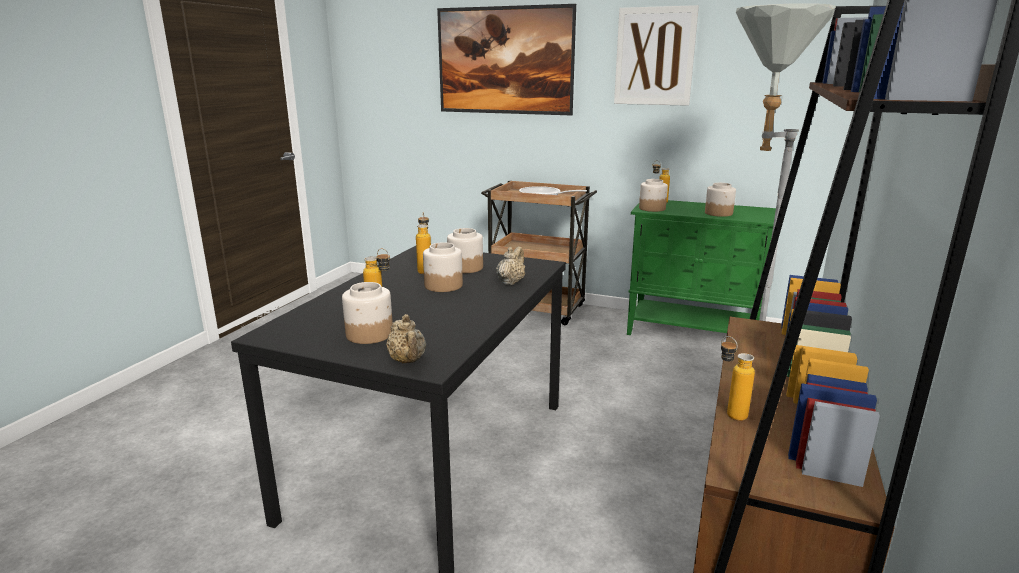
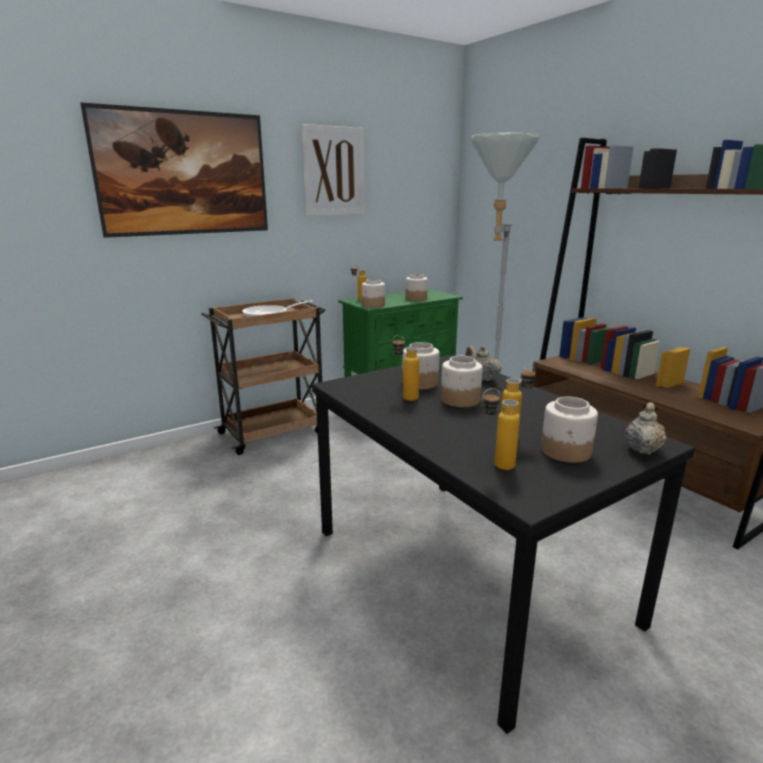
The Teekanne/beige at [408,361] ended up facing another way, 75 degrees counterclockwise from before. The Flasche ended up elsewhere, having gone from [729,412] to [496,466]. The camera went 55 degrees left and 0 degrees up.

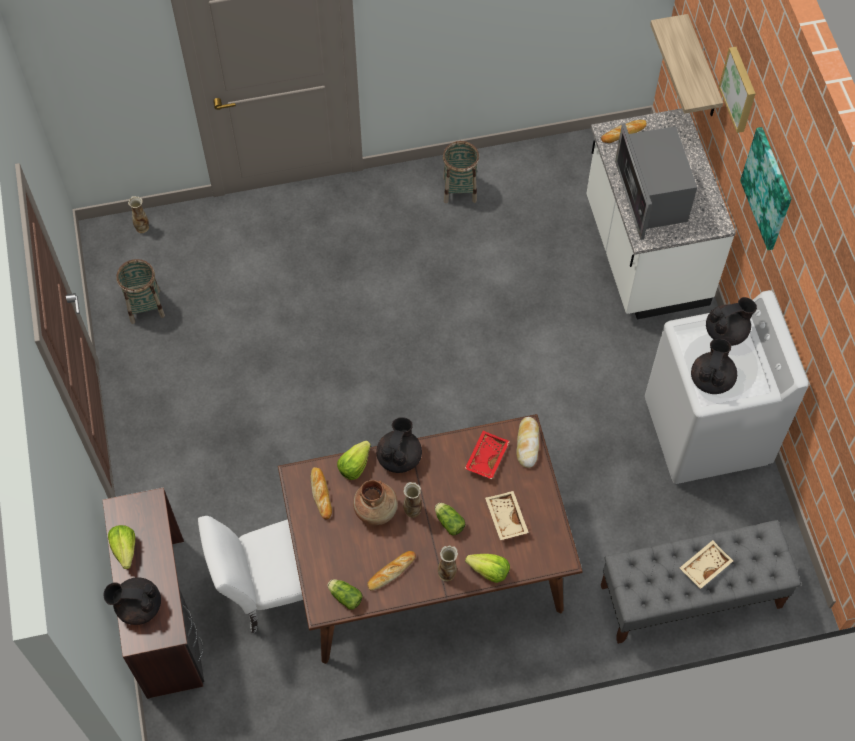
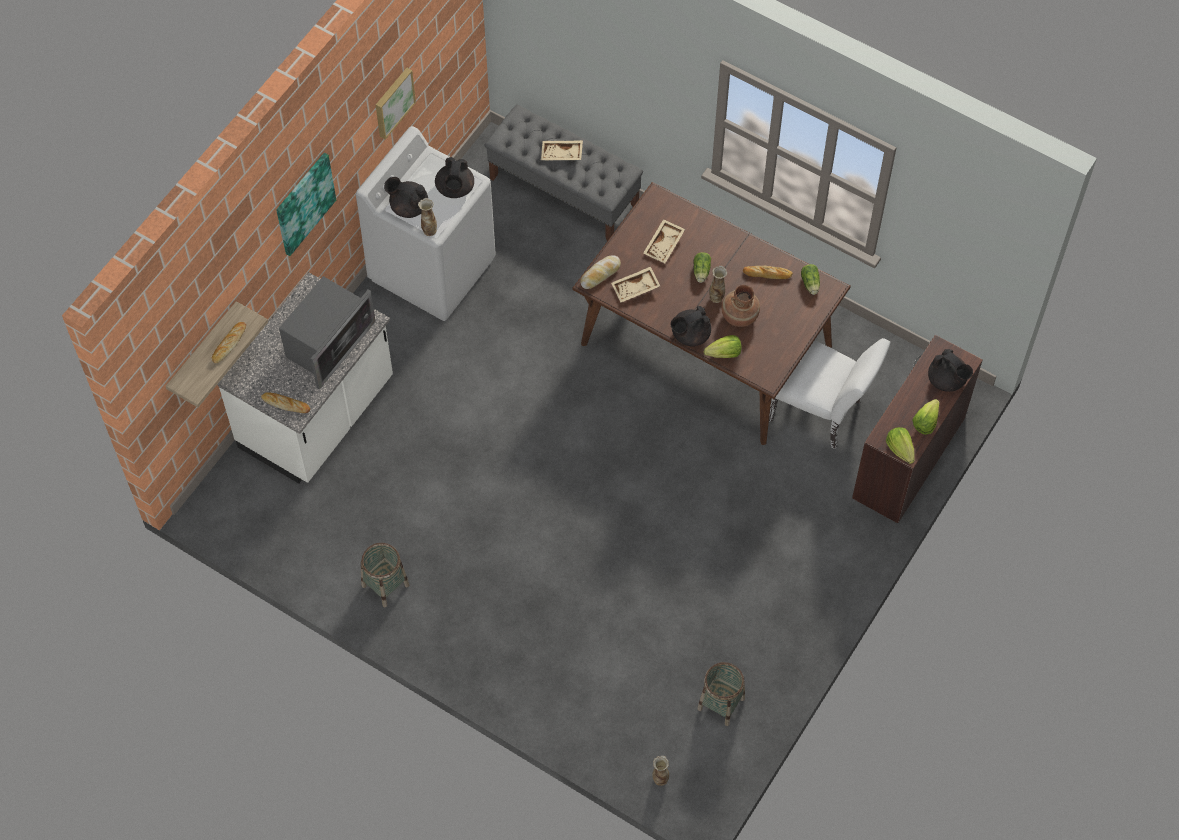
The Brot ended up elsewhere, having gone from [321,494] to [229,344]. The Vase ended up elsewhere, having gone from [447,573] to [429,230]. What was the Tablett/rot at [486,457] turned into the Tablett/beige at [636,288]. The Salatkopf ended up elsewhere, having gone from [489,571] to [900,449]. The Teekanne/schwarz at [711,379] ended up facing another way, 60 degrees counterclockwise from before. The Bild ended up elsewhere, having gone from [740,89] to [393,102]. The camera went 135 degrees left and 0 degrees up.

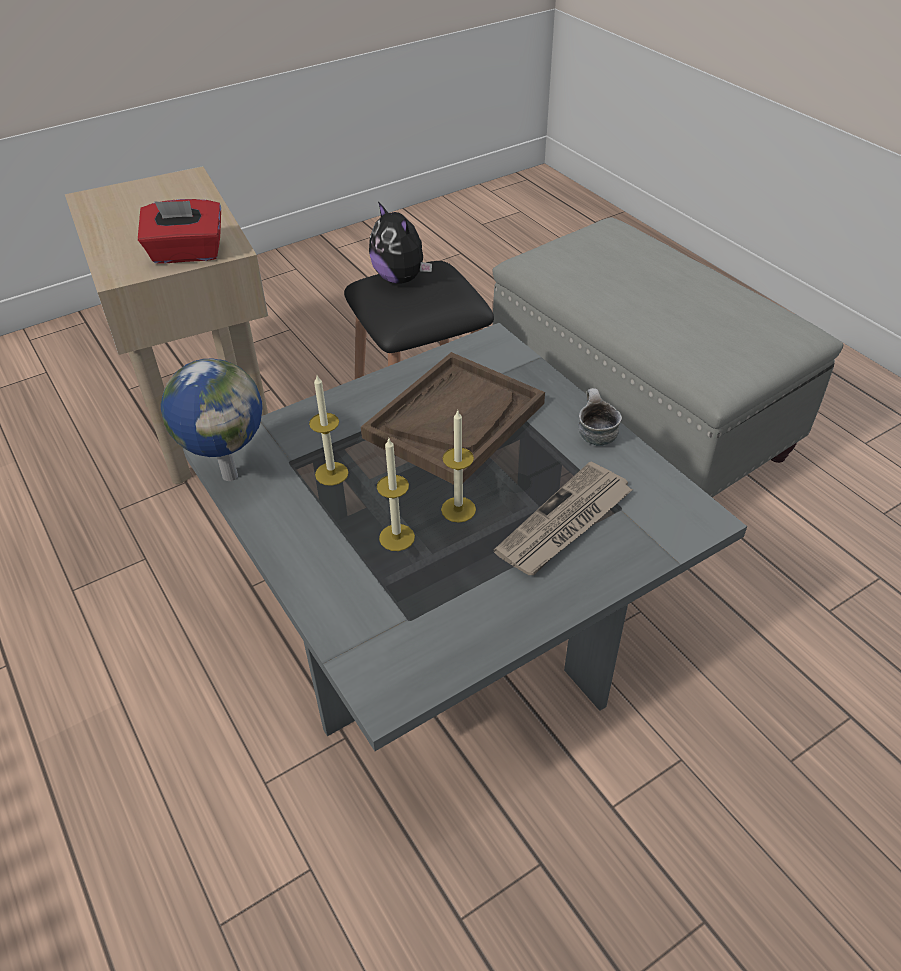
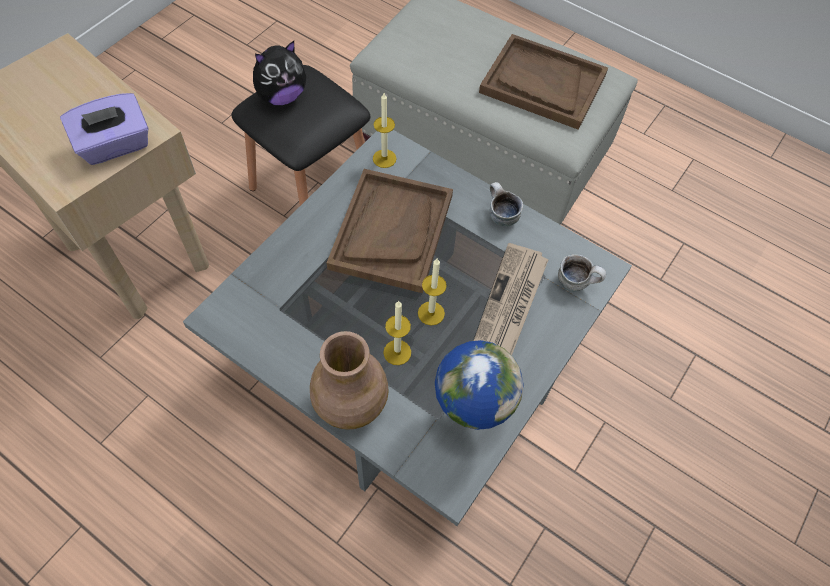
What was the Taschentuchbox/rot at [187,254] turned into the Taschentuchbox/lila at [115,146]. The Globus ended up elsewhere, having gone from [229,474] to [469,413]. The Kerze ended up elsewhere, having gone from [331,473] to [384,158]. The Plüschtier at [401,278] ended up facing another way, 60 degrees counterclockwise from before. The second view gained the Vase/braun at [349,404]. The second view gained the Tablett/braun at [542,84]. The second view gained the Henkelbecher at [577,282]. The camera went 25 degrees left and 15 degrees up.

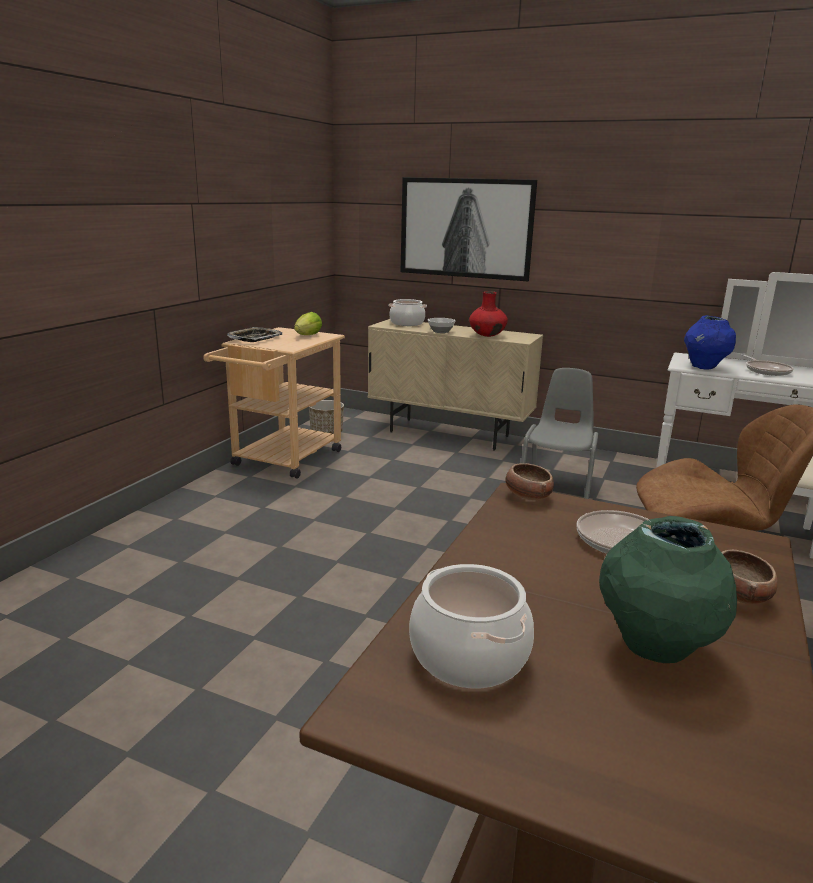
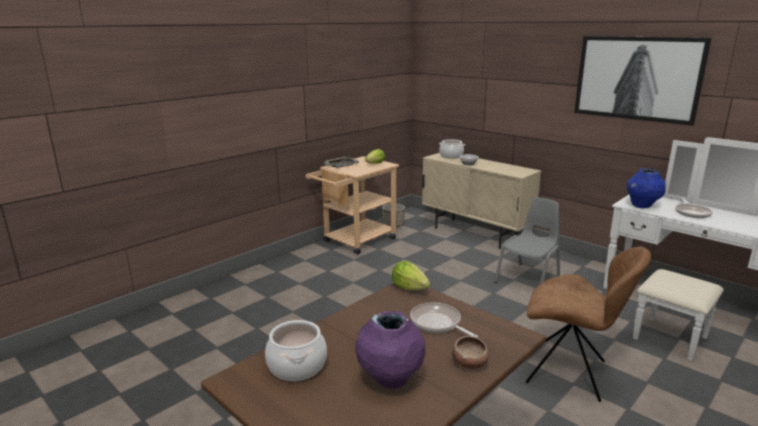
The Bild ended up elsewhere, having gone from [466,228] to [637,78]. The second view lost the Vase/rot at [487,336]. Where the Schüssel stood at [527,496], the Salatkopf came to stand at [409,288]. What was the Vase/grün at [655,649] turned into the Vase/lila at [391,380]. The camera went 20 degrees right and 0 degrees up.

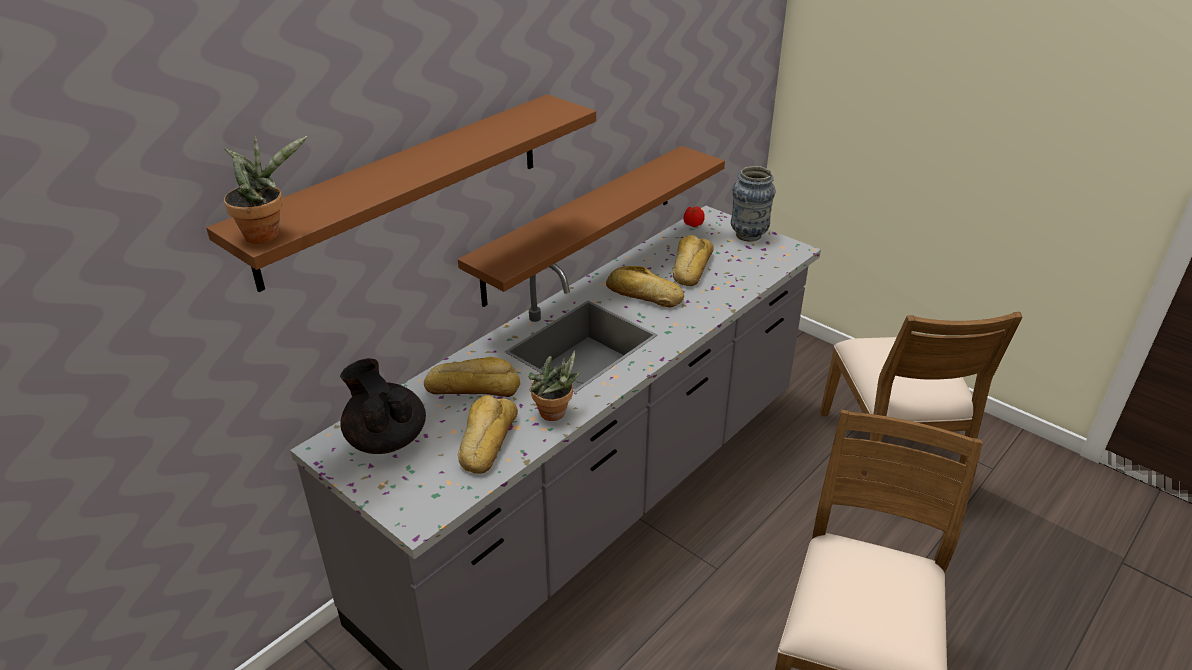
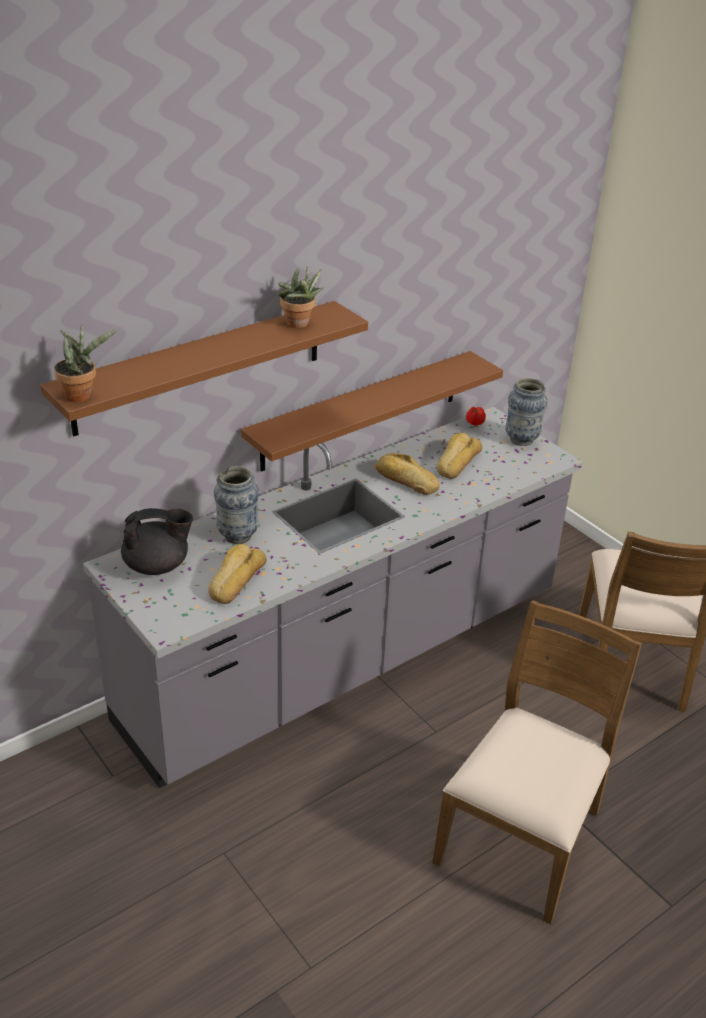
The Teekanne/schwarz at [386,438] ended up facing another way, 105 degrees clockwise from before. Where the Brot stood at [473,386], the Vase came to stand at [237,536]. The Topfpflanze ended up elsewhere, having gone from [555,415] to [299,325]. The camera went 10 degrees right and 0 degrees up.

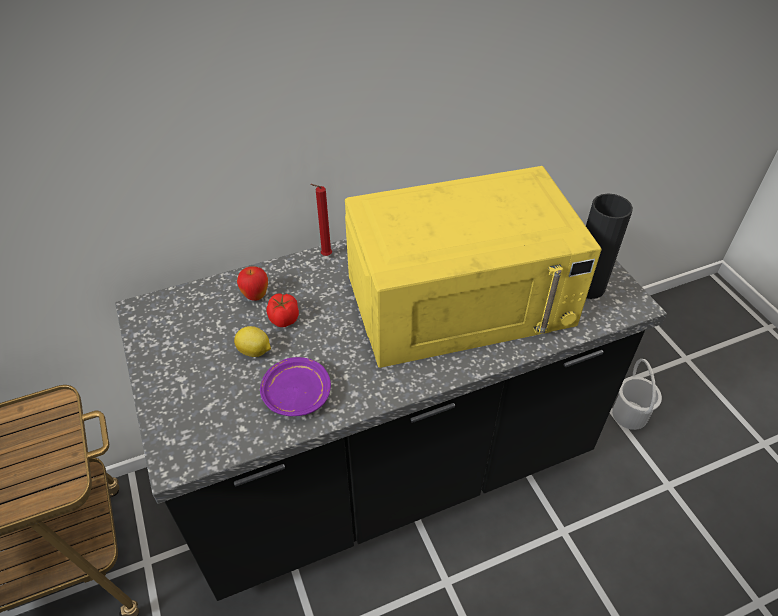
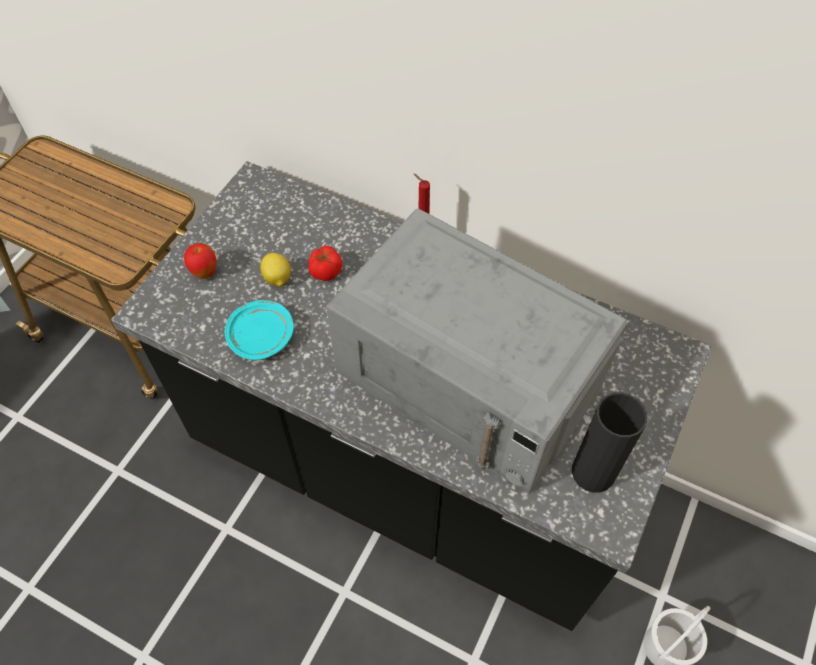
The Apfel ended up elsewhere, having gone from [255,296] to [205,273]. What was the Teller/lila at [296,393] turned into the Teller/türkis at [261,335]. What was the Mikrowelle/gelb at [461,299] turned into the Mikrowelle/grau at [470,378]. The camera went 50 degrees right and 10 degrees up.

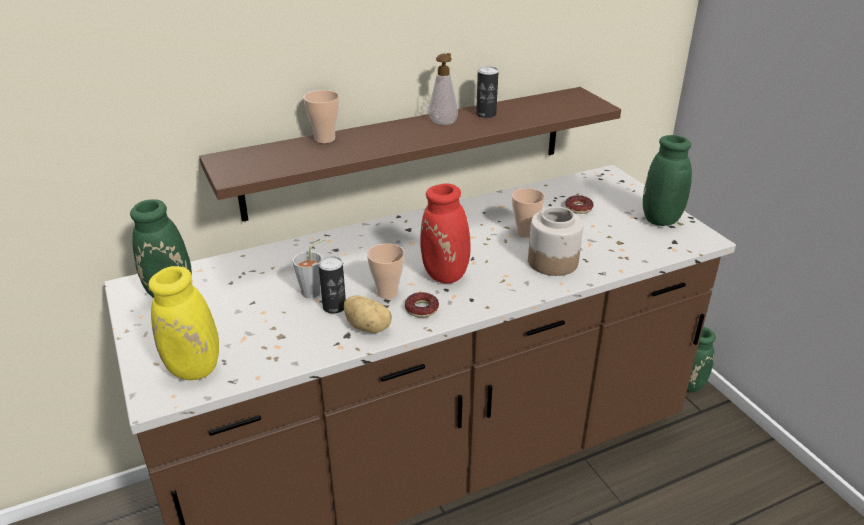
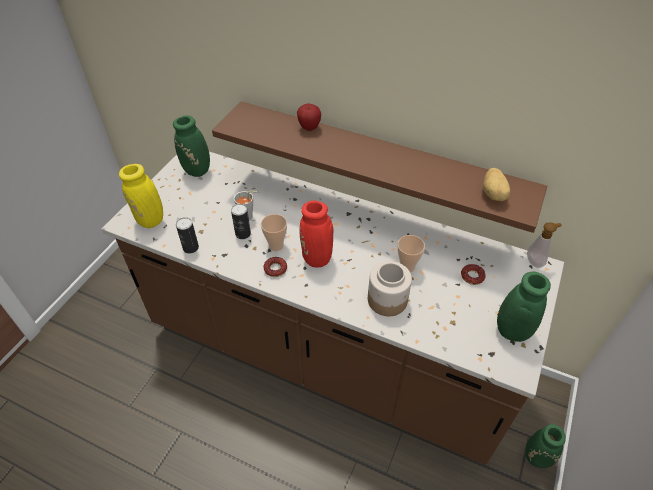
Where the Tasse stood at [325,139], the Apfel came to stand at [309,128]. The Kartoffel ended up elsewhere, having gone from [368,327] to [494,194]. The Seifenspender ended up elsewhere, having gone from [443,122] to [535,261]. The Dose ended up elsewhere, having gone from [486,114] to [190,247]. The camera went 50 degrees right and 15 degrees up.

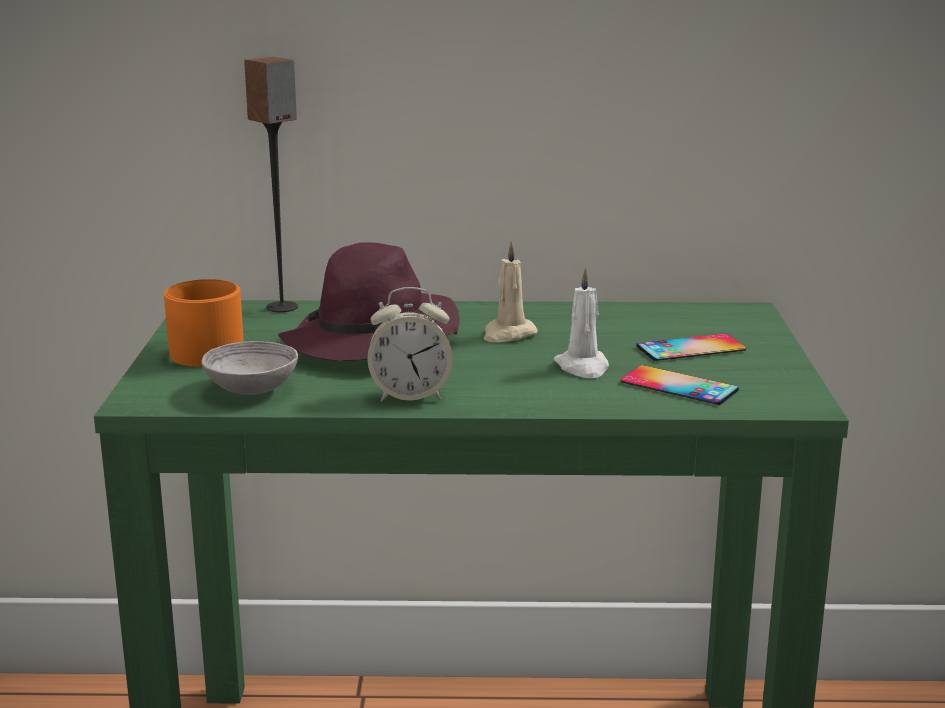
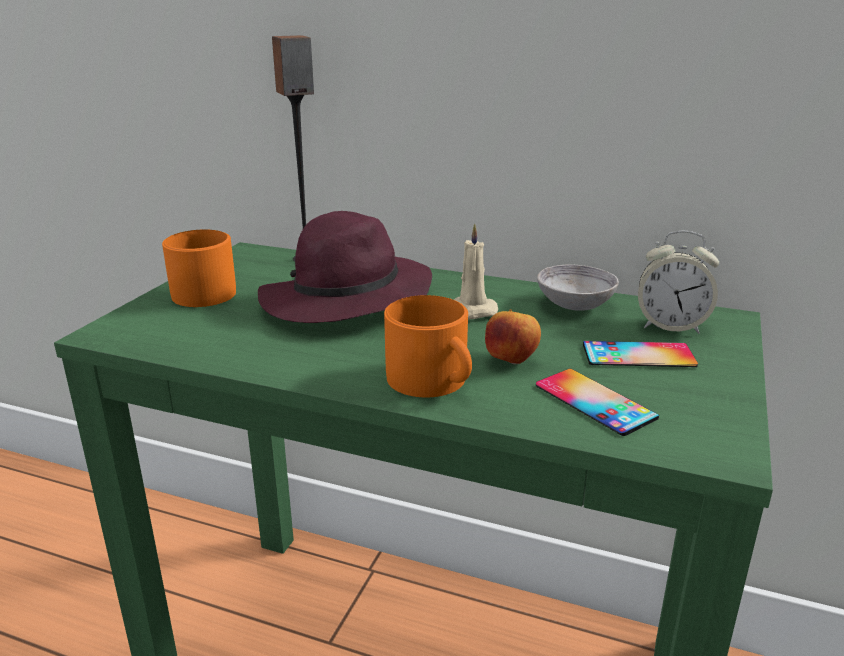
The Schüssel/grau ended up elsewhere, having gone from [252,389] to [575,305]. The Wecker ended up elsewhere, having gone from [410,395] to [670,326]. Where the Kerze/weiß stood at [583,367], the Apfel came to stand at [511,361]. The second view gained the Henkelbecher/orange at [433,381]. The camera went 20 degrees right and 5 degrees up.

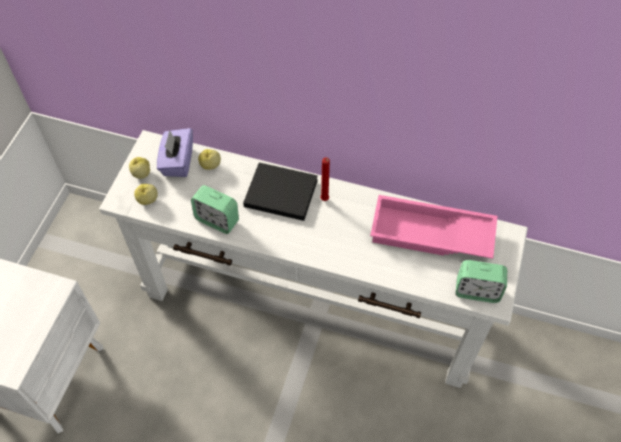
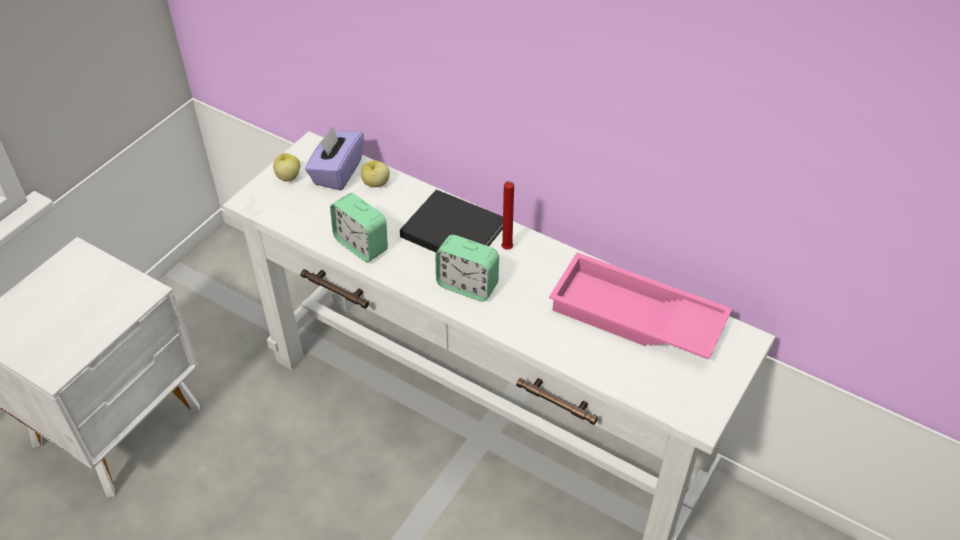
The second view lost the Apfel at [147,200]. The Wecker ended up elsewhere, having gone from [477,291] to [467,285]. The camera went 15 degrees right and 10 degrees down.

